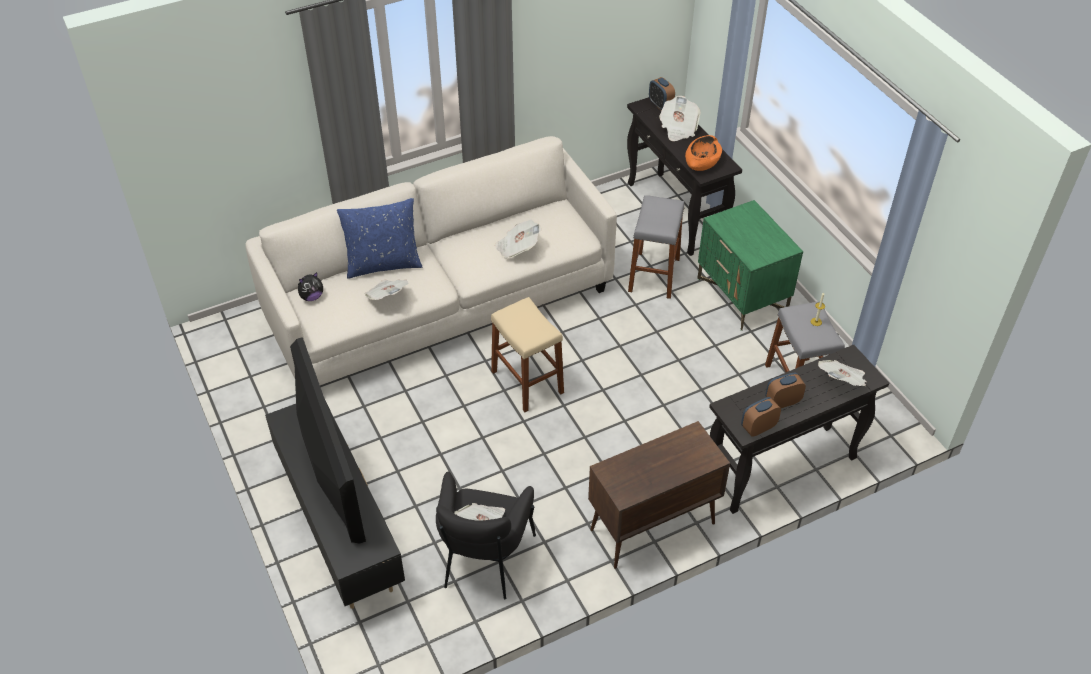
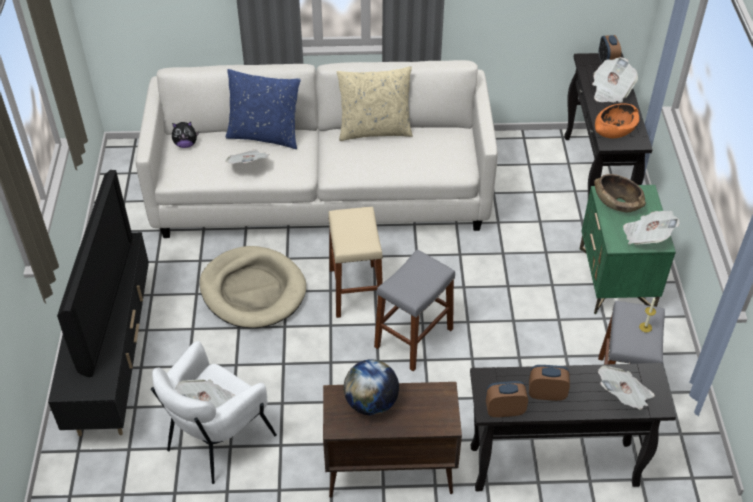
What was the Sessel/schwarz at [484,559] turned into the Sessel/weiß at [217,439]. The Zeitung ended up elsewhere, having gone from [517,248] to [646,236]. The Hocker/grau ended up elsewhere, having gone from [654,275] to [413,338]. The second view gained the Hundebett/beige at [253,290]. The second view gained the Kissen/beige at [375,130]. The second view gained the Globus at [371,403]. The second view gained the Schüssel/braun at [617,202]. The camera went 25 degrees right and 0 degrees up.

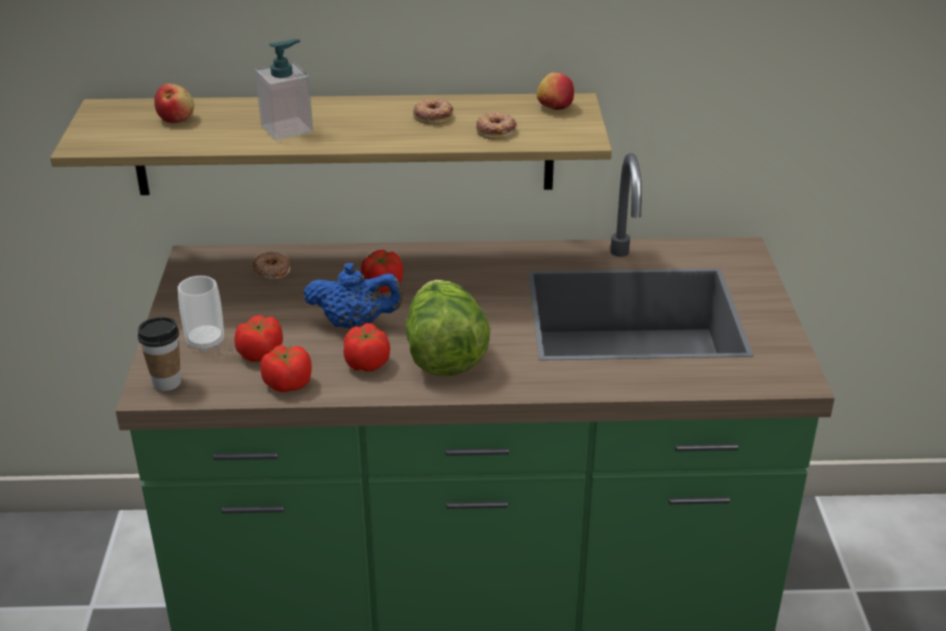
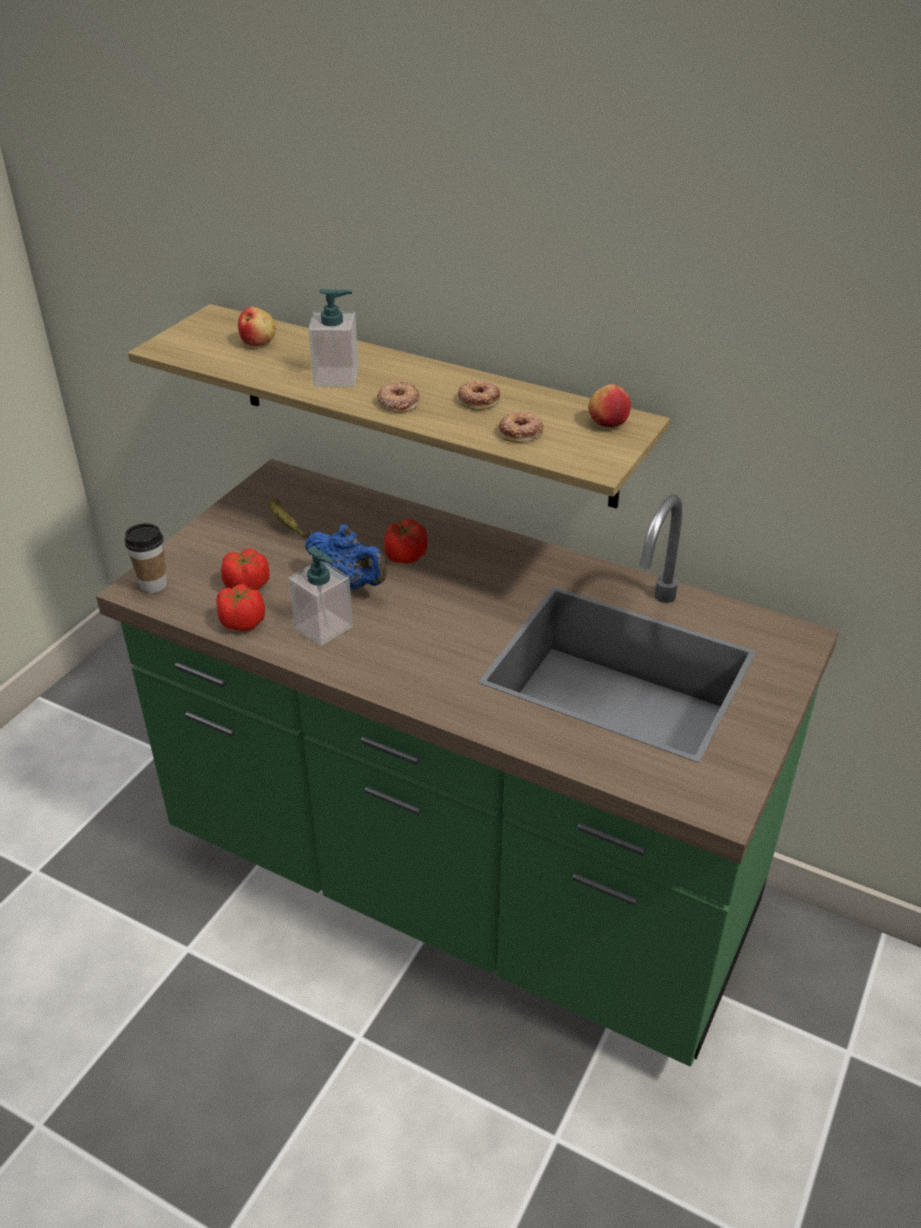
The second view lost the Tasse at [205,342]. The Donut ended up elsewhere, having gone from [271,270] to [398,402]. Where the Tomate stood at [367,363], the Seifenspender came to stand at [324,627]. The second view lost the Salatkopf at [444,355]. The second view gained the Banane at [285,525]. The camera went 30 degrees right and 5 degrees up.

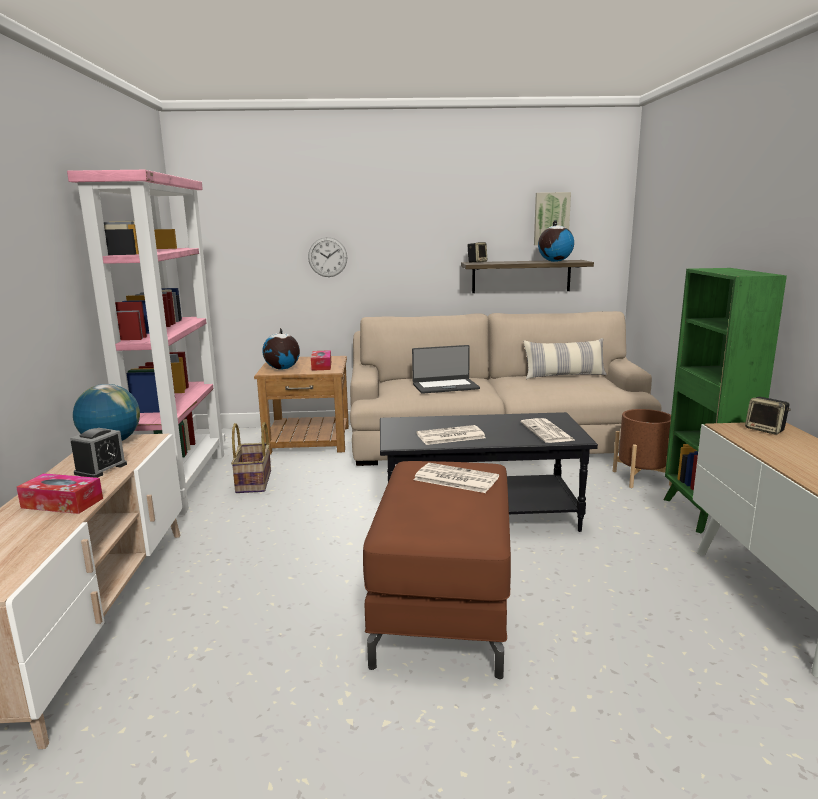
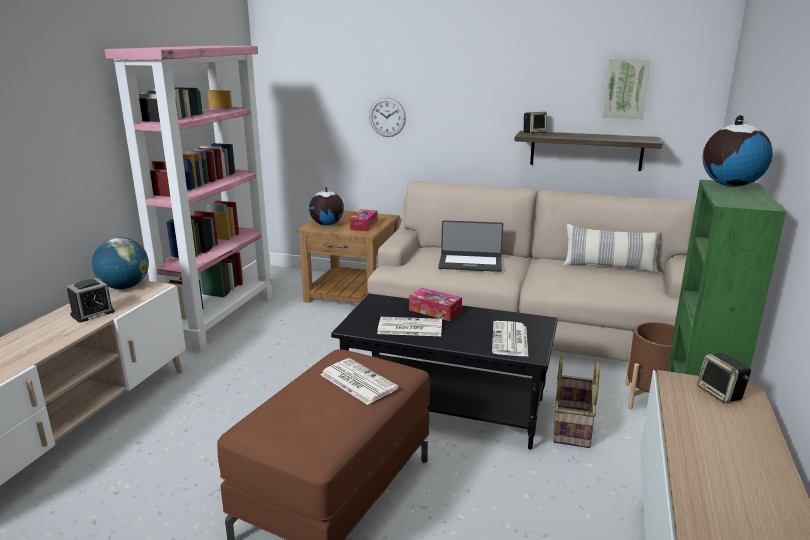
The Taschentuchbox ended up elsewhere, having gone from [62,503] to [435,311]. The Korb ended up elsewhere, having gone from [254,482] to [572,427]. The Globus ended up elsewhere, having gone from [554,261] to [730,185]. The camera went 20 degrees right and 5 degrees up.

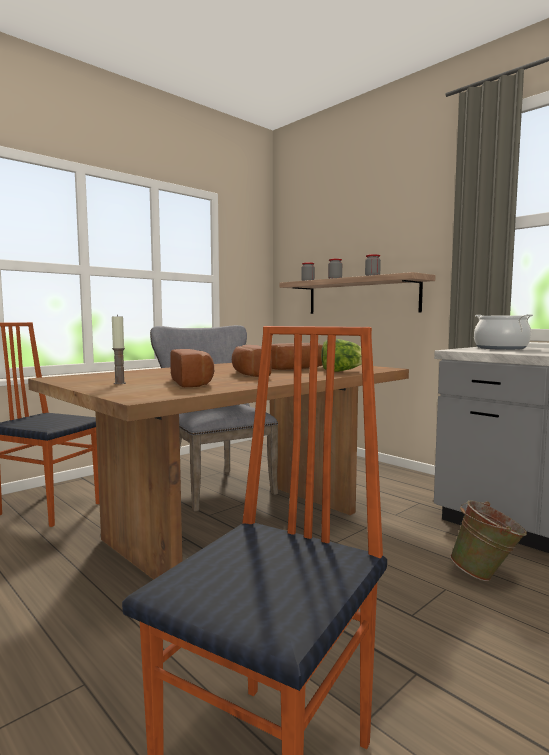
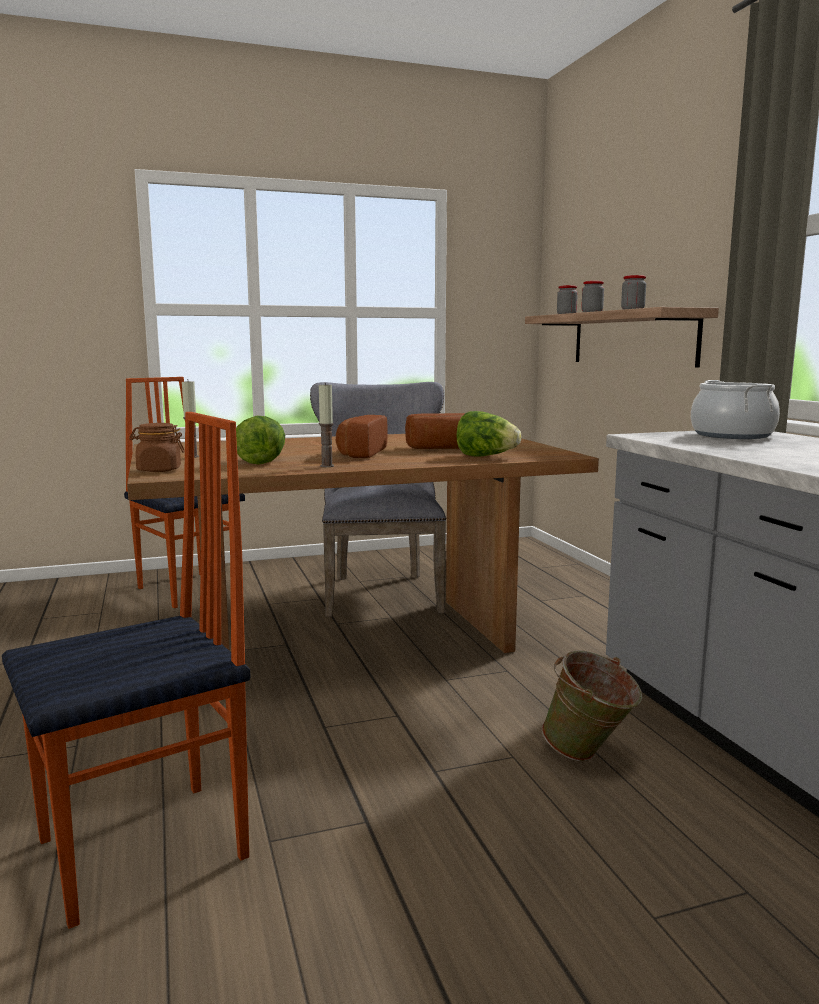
Where the Brot stood at [194,383], the Salatkopf came to stand at [263,461]. The second view gained the Vorratsglas/braun at [159,470]. The second view gained the Kerze at [327,466]. The camera went 25 degrees right and 5 degrees up.

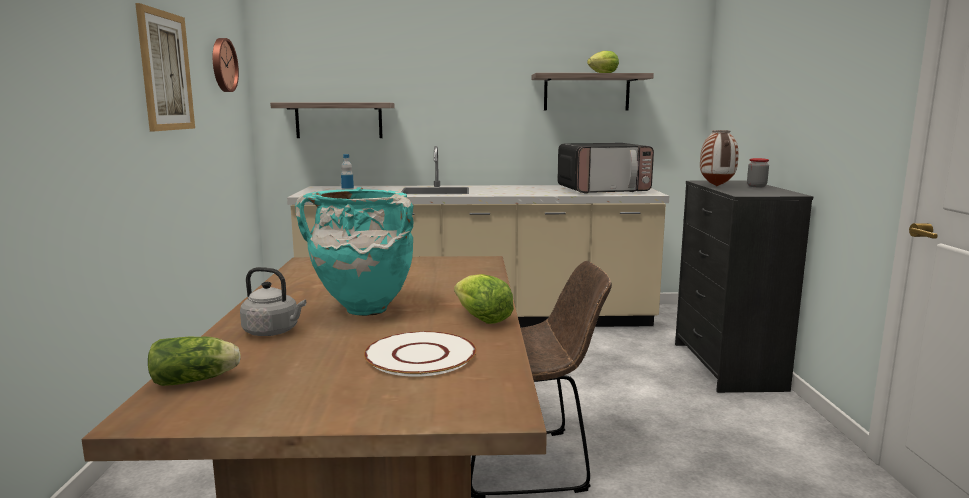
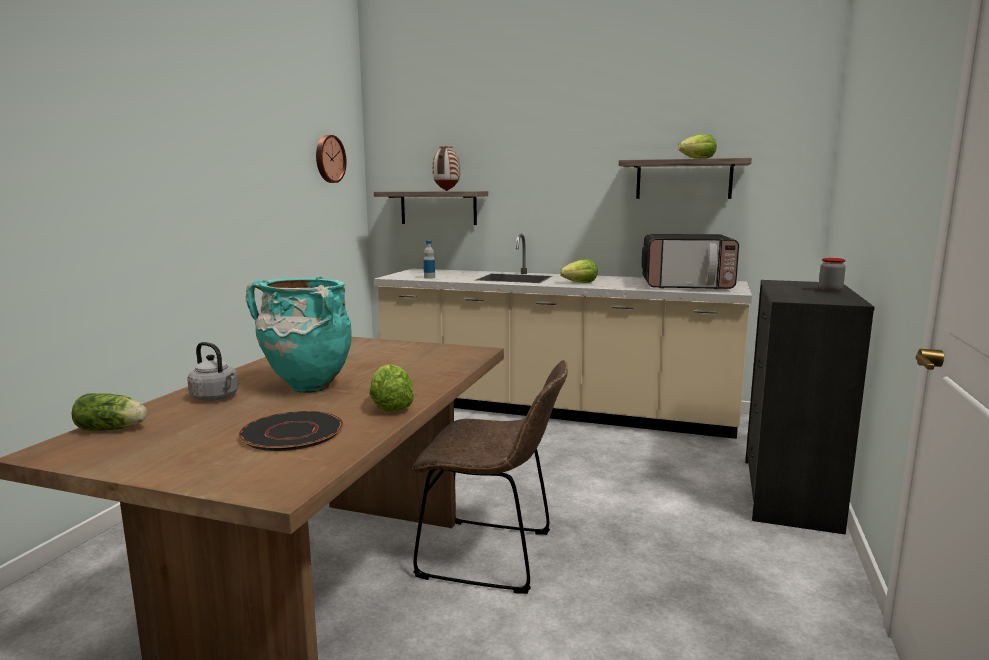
The second view lost the Bild at [166,71]. What was the Teller/weiß at [419,355] turned into the Teller/schwarz at [291,432]. The Vase ended up elsewhere, having gone from [716,186] to [446,191]. The second view gained the Salatkopf at [580,283]. The camera went 20 degrees right and 0 degrees up.

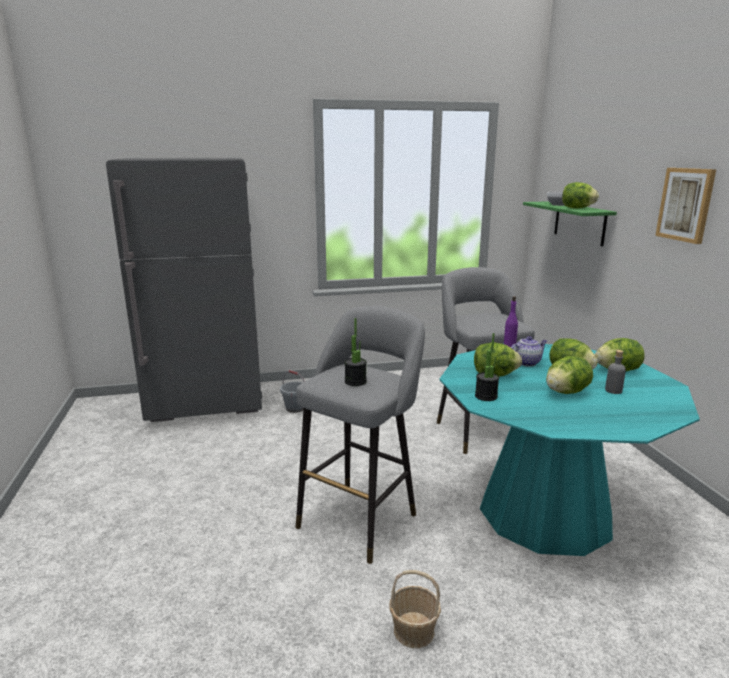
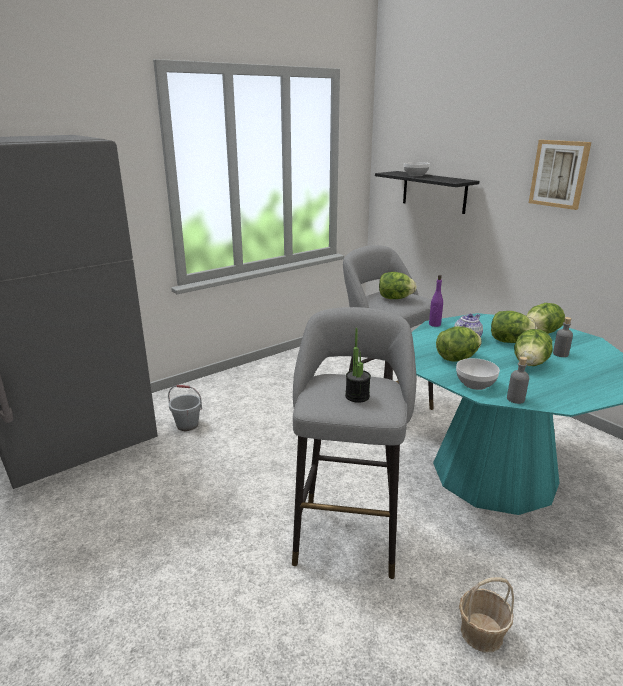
Where the Topfpflanze stood at [486,396], the Schüssel came to stand at [475,383]. What was the Wandregal/grün at [579,223] turned into the Wandregal/schwarz at [434,192]. The Salatkopf ended up elsewhere, having gone from [577,208] to [395,298]. The second view gained the Flasche/grau at [515,399]. The camera went 25 degrees left and 5 degrees up.

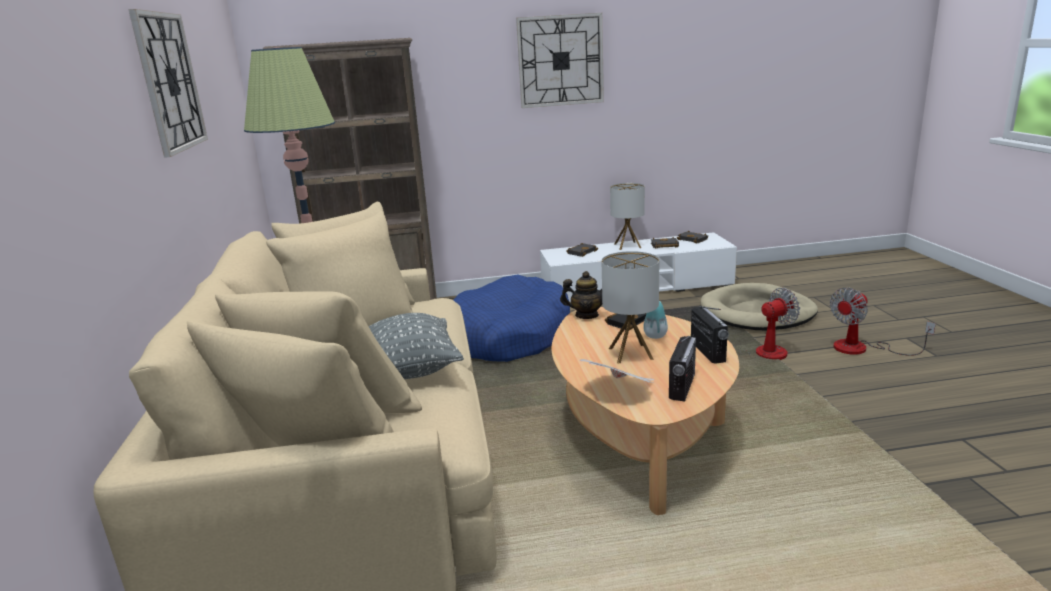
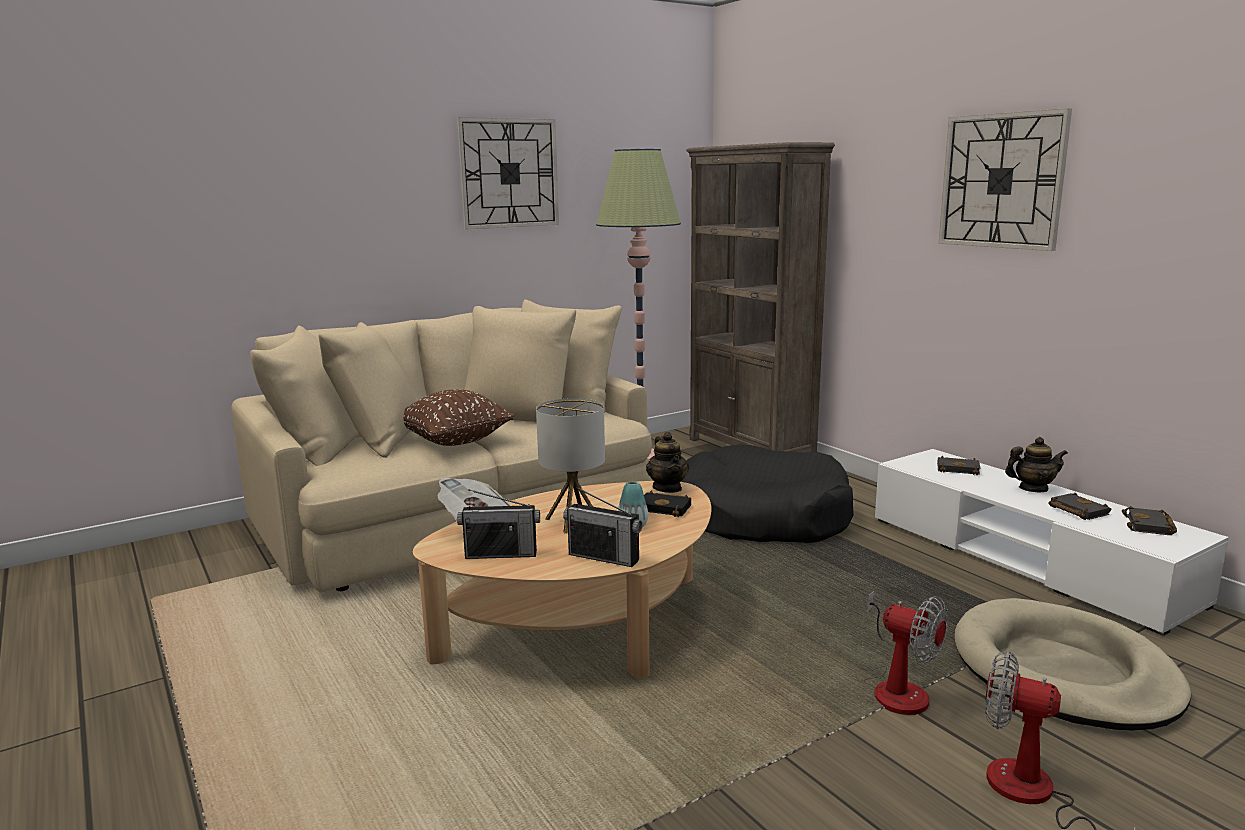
What was the Kissen/grau at [409,371] turned into the Kissen/braun at [454,441]. What was the Hundebett/blau at [510,336] turned into the Hundebett/schwarz at [761,517]. Where the Tischlampe stood at [627,246], the Teekanne came to stand at [1033,489]. The Radio at [707,351] ended up facing another way, 60 degrees clockwise from before. The camera went 65 degrees right and 5 degrees down.

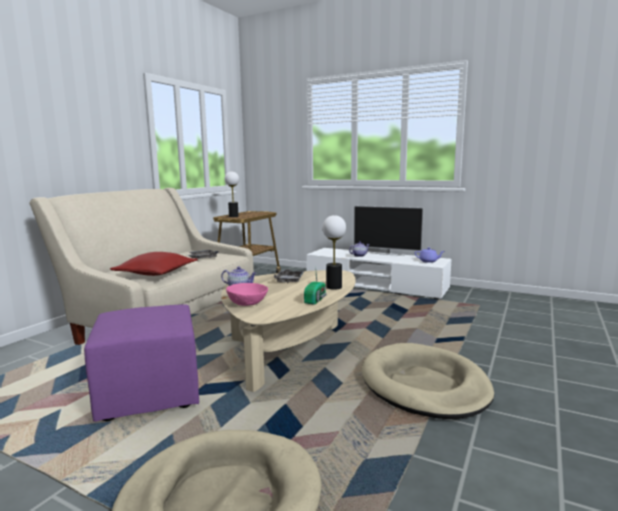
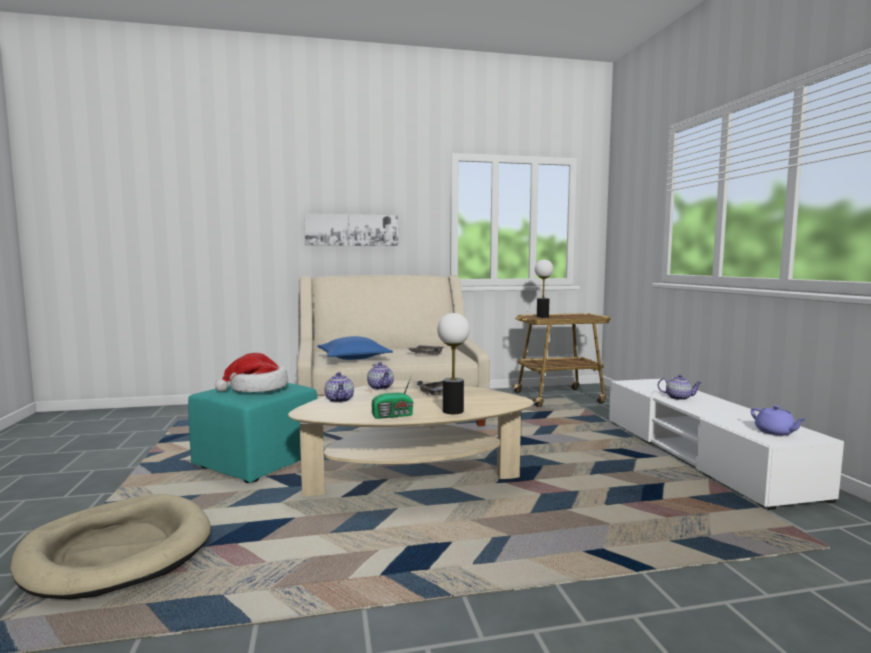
What was the Polsterhocker/lila at [149,393] turned into the Polsterhocker/türkis at [257,463]. What was the Kissen/rot at [156,273] turned into the Kissen/blau at [354,358]. Where the Schüssel/rosa stood at [247,303], the Teekanne came to stand at [340,400]. The second view lost the Fernseher at [387,254]. The second view lost the Hundebett/beige at [424,385]. The second view gained the Hut at [257,388]. The second view gained the Bild at [352,230]. The camera went 50 degrees right and 5 degrees down.

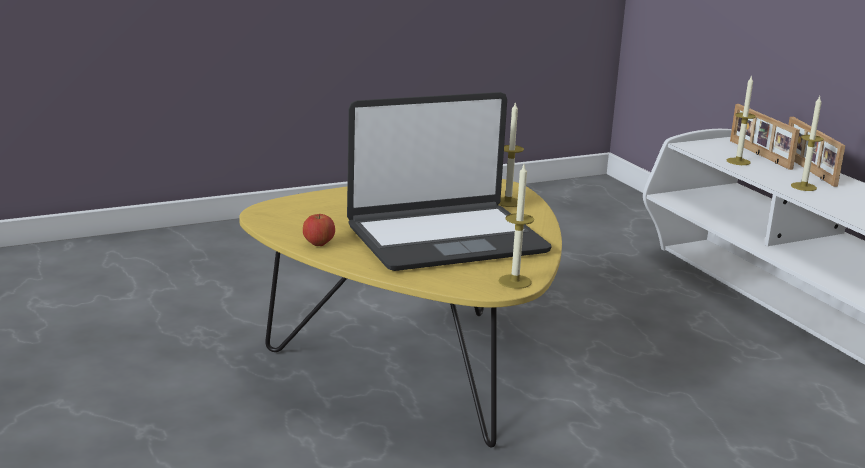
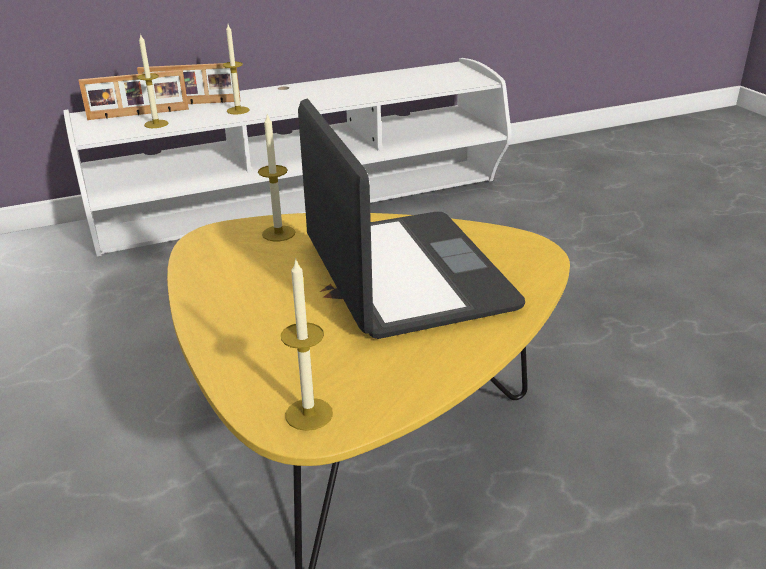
The second view lost the Apfel at [318,244]. The Kerze ended up elsewhere, having gone from [515,281] to [309,414]. The camera went 85 degrees left and 10 degrees up.

